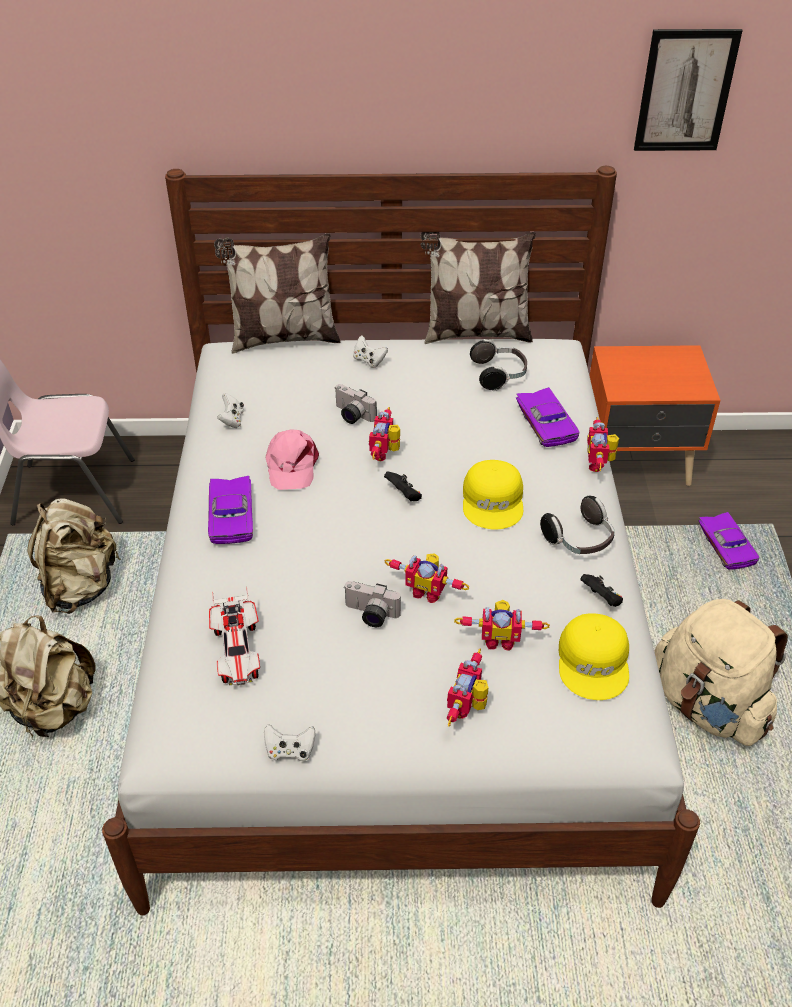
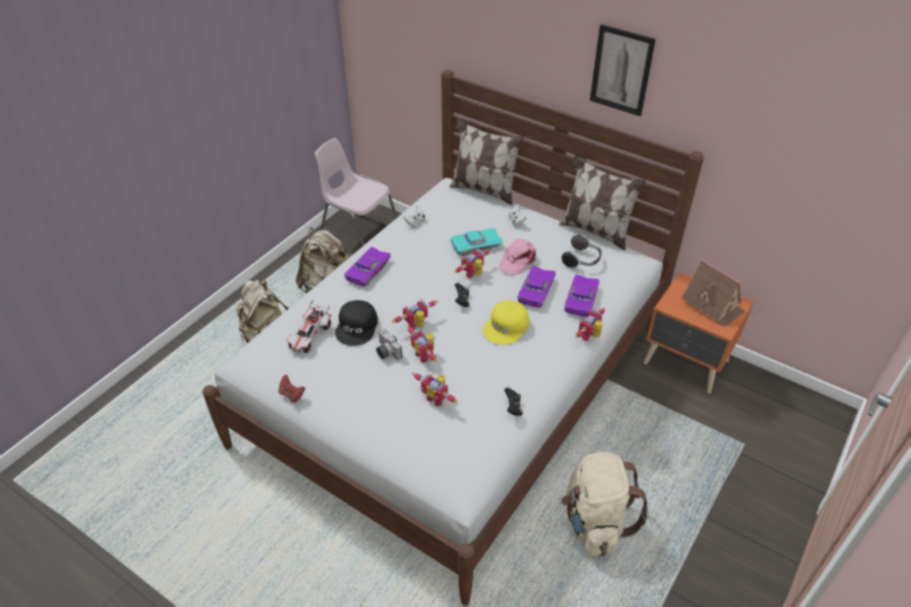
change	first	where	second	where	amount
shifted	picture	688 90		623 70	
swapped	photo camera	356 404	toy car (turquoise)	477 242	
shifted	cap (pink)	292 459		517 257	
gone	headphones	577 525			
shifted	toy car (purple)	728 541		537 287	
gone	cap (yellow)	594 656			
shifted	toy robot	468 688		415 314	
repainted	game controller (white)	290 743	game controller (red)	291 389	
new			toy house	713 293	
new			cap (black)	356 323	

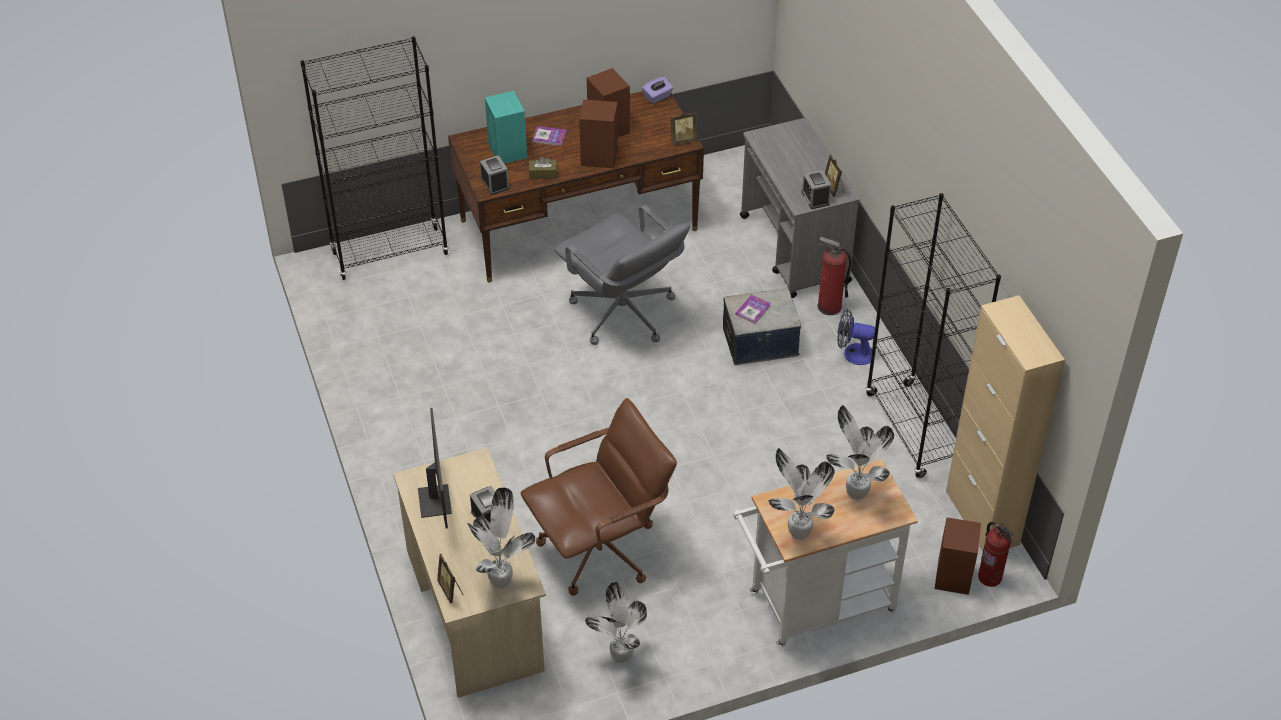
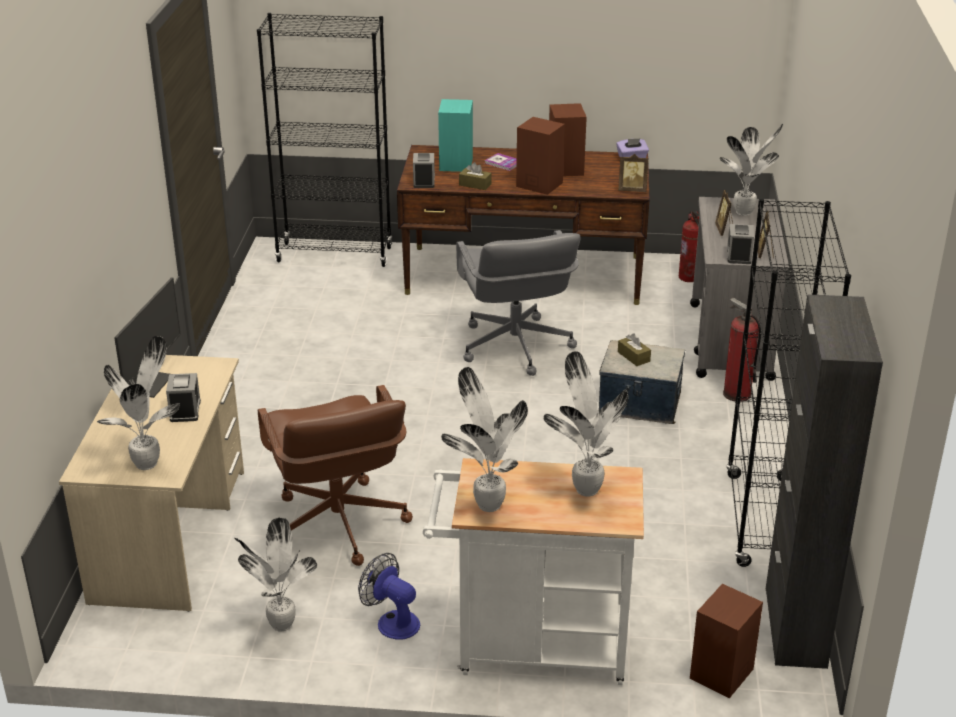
change	first	where	second	where	amount
swapped	book	753 309	tissue box (brown)	634 349	
repainted	cabinet (beige)	1005 423	cabinet (black)	824 481	
shifted	fan	856 337		389 596	
rotated	office chair (brown)	599 497		335 475	75 degrees clockwise
shifted	fire extinguisher	995 554		689 246	
shifted	picture frame	450 579		724 213	
new			potted plant	751 169	

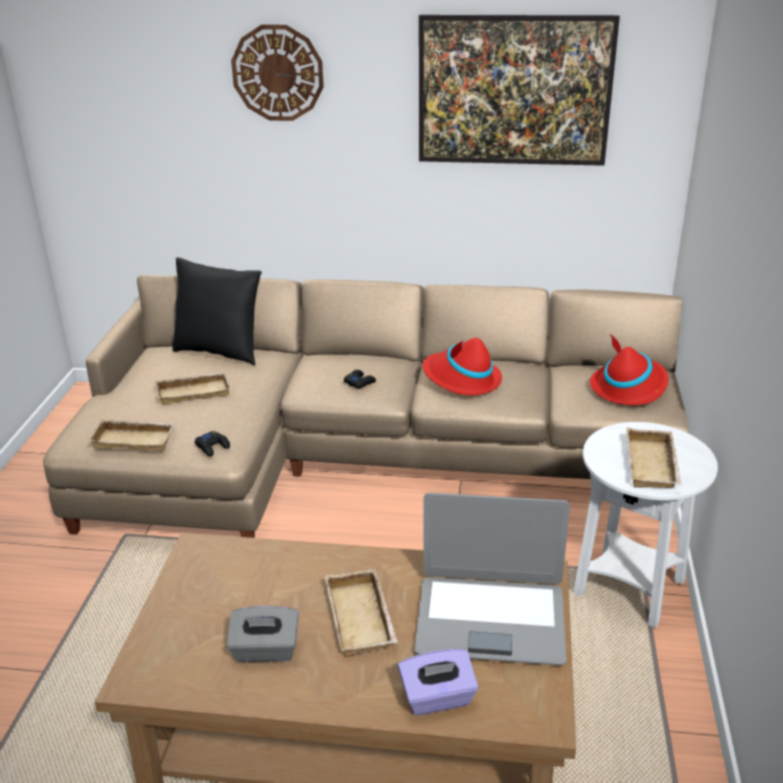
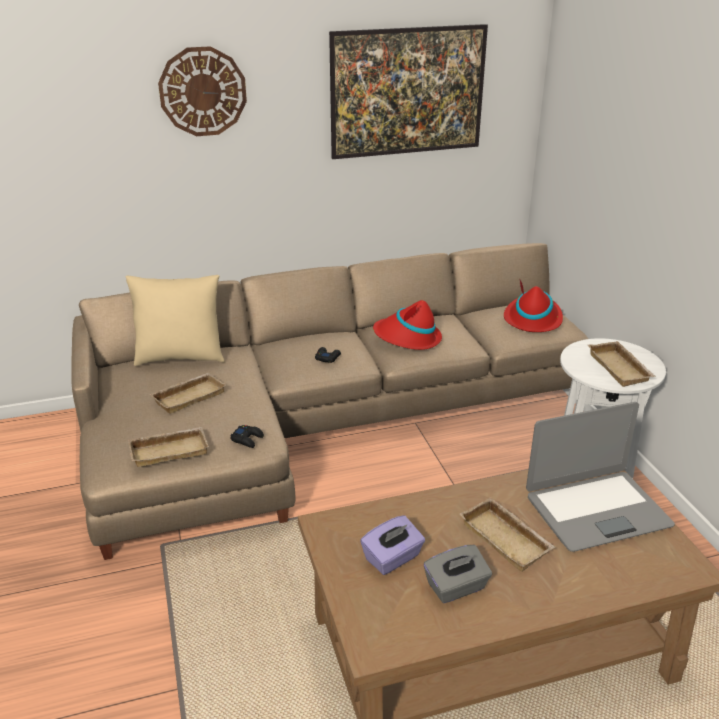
change	first	where	second	where	amount
repainted	pillow (black)	217 311	pillow (beige)	175 320	
shifted	tissue box (purple)	438 682		392 545	

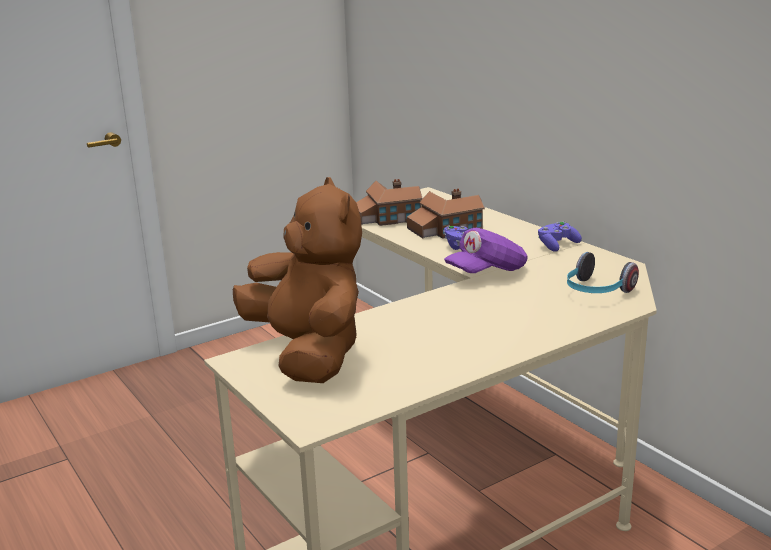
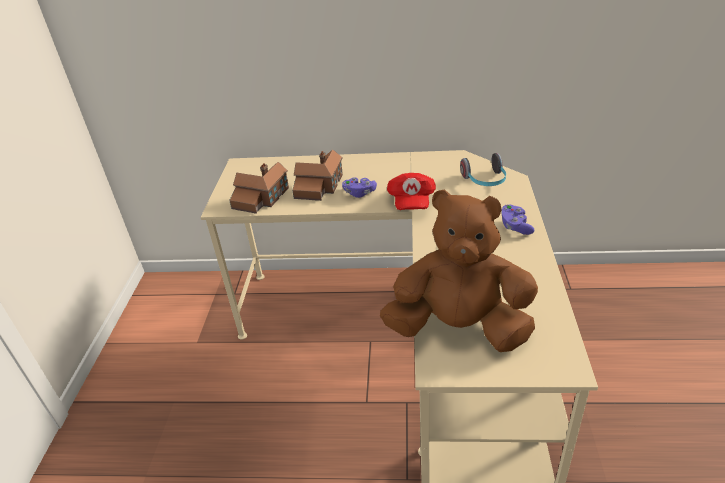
change	first	where	second	where	amount
shifted	game controller (purple)	560 237		518 219	
repainted	cap (purple)	486 250	cap (red)	411 191	

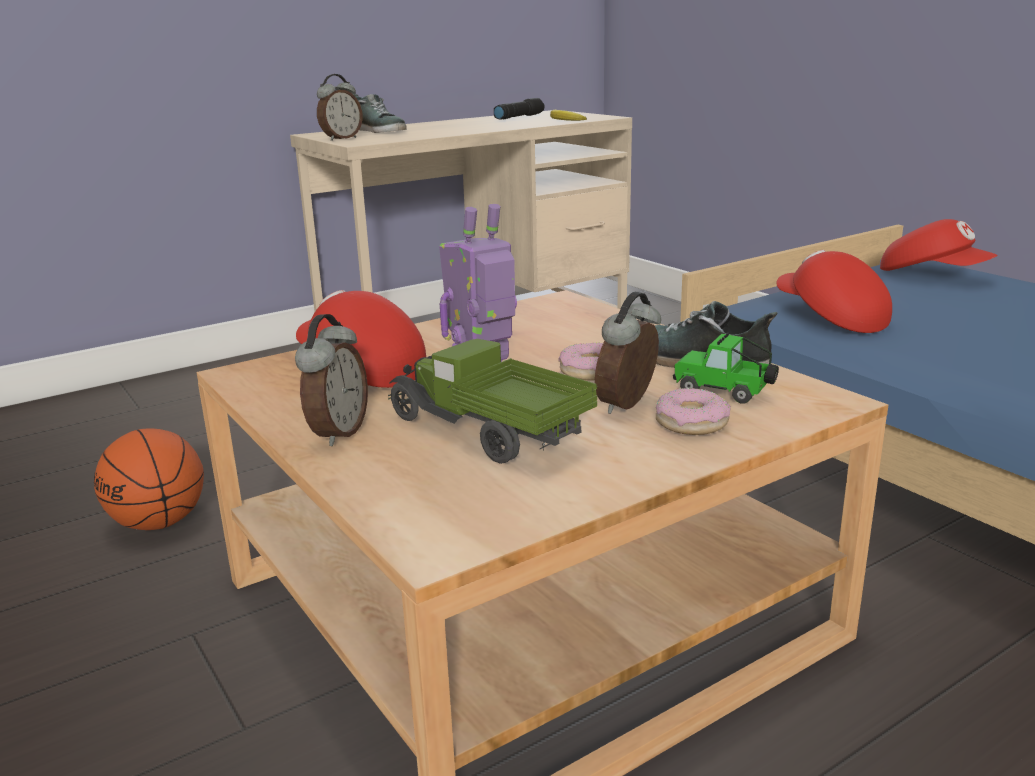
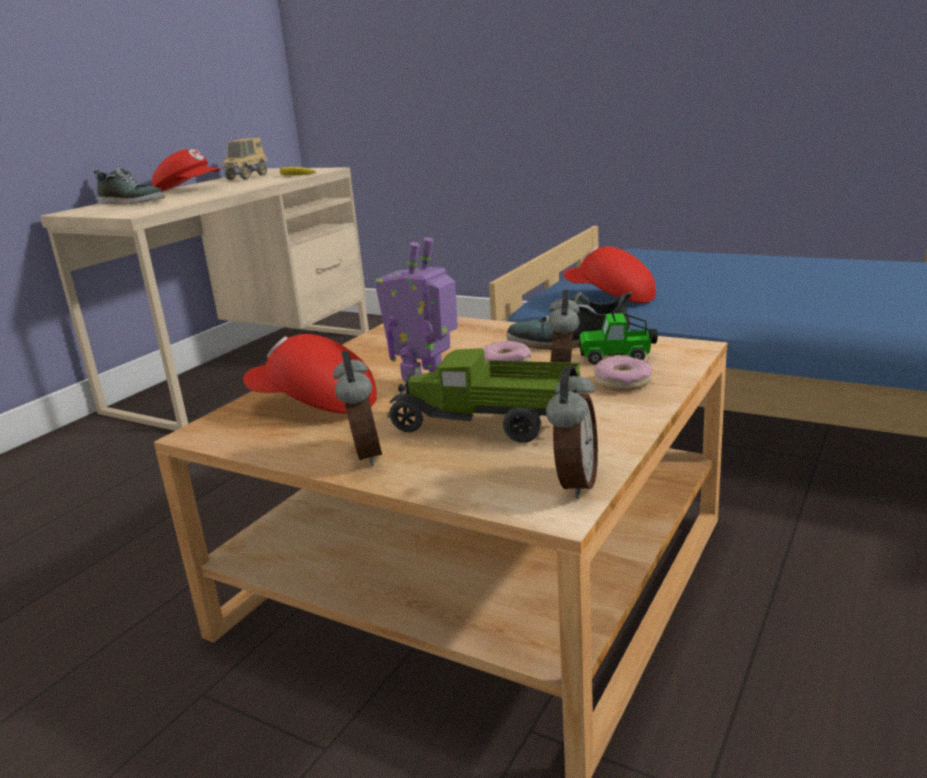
change	first	where	second	where	amount
shifted	alarm clock	340 107		572 432	
swapped	flashlight (black)	519 109	toy truck	244 159	
shifted	cap (red)	939 245		186 170	
gone	basketball	149 479			

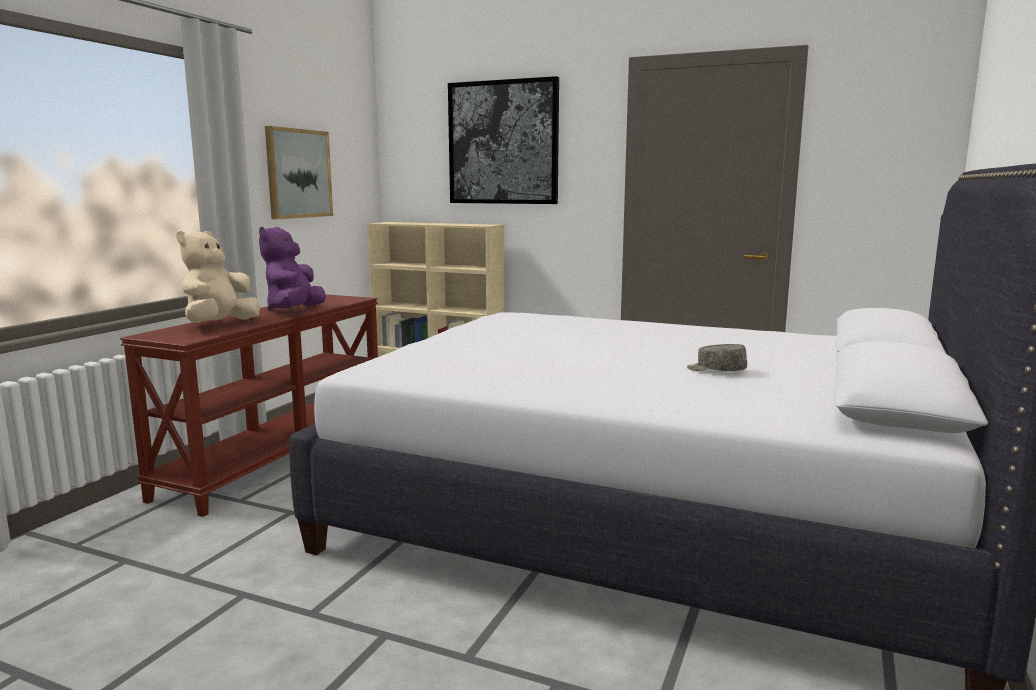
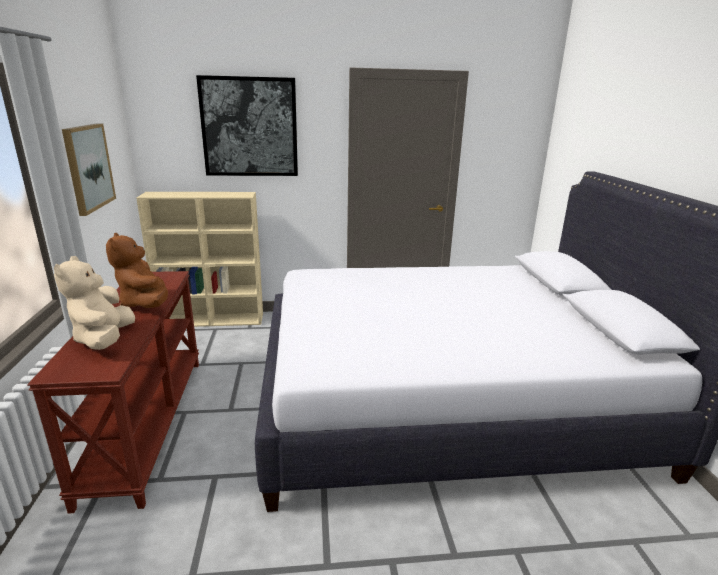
change	first	where	second	where	amount
repainted	plush toy (purple)	292 268	plush toy (brown)	137 270	
gone	cap (grey)	717 357			

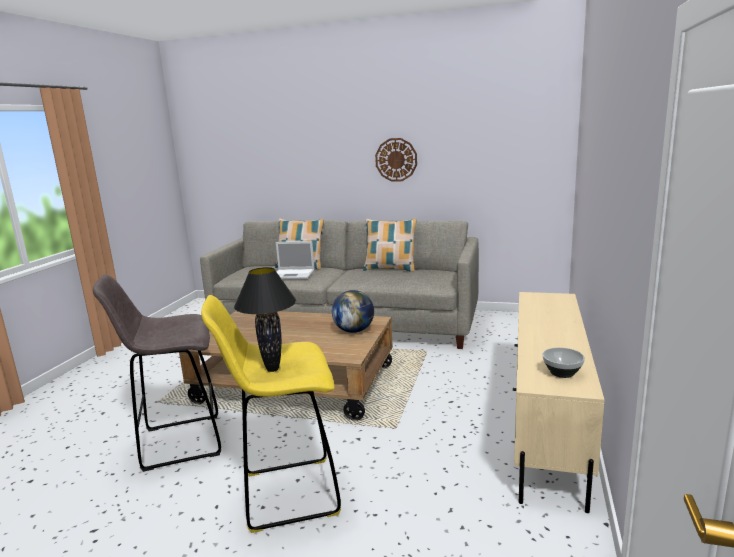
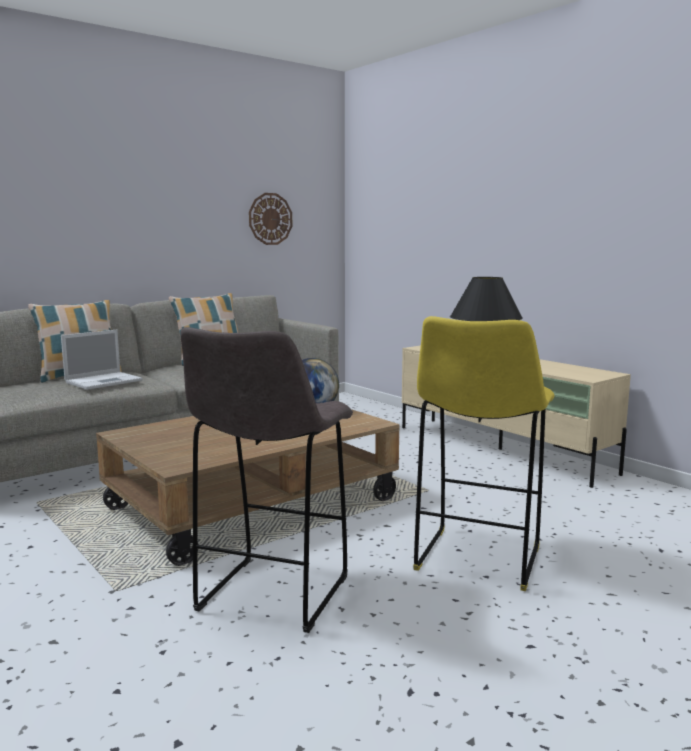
change	first	where	second	where	amount
shifted	wall clock	396 160		270 219	
gone	bowl	564 363			

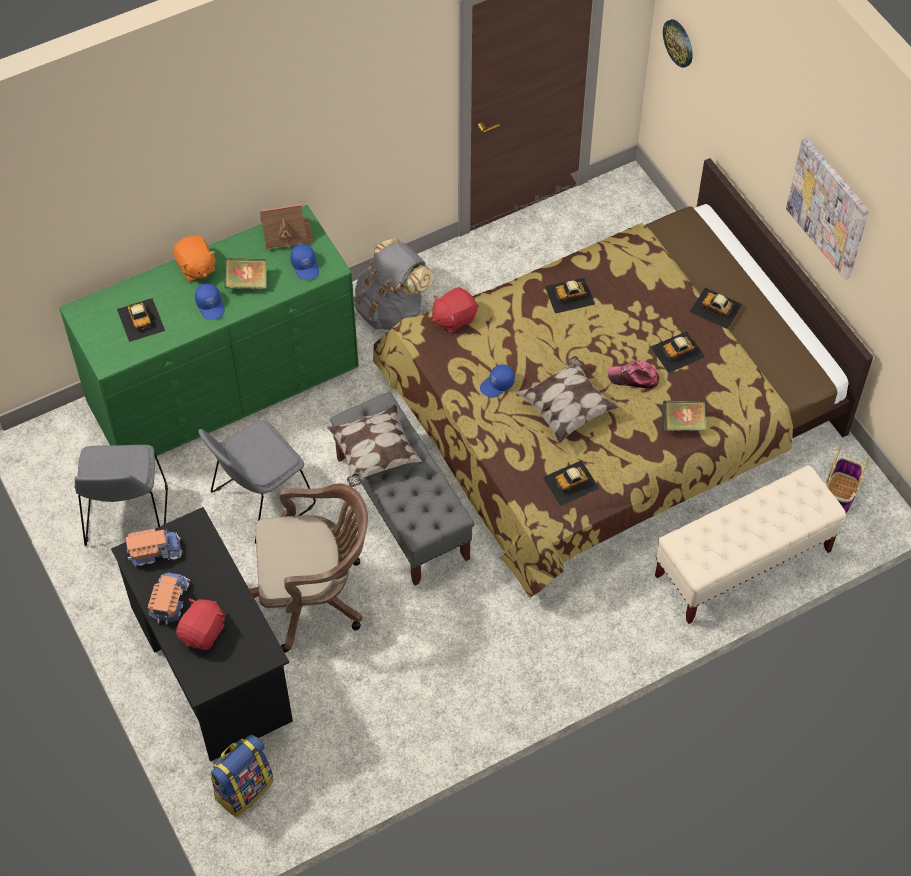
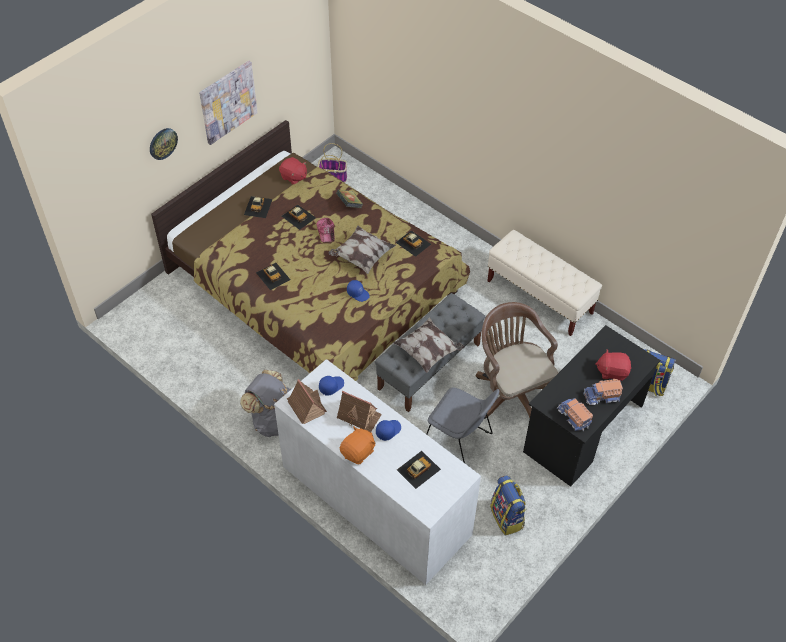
change	first	where	second	where	amount
shifted	wall clock	678 43		164 144	
repainted	dresser (green)	209 330	dresser (white)	377 472	
swapped	book	245 273	toy house	359 411	
shifted	plush toy (red)	455 310		293 170	
swapped	chair (grey)	121 495	backpack	508 505	
shifted	bench (beige)	750 544		544 283	

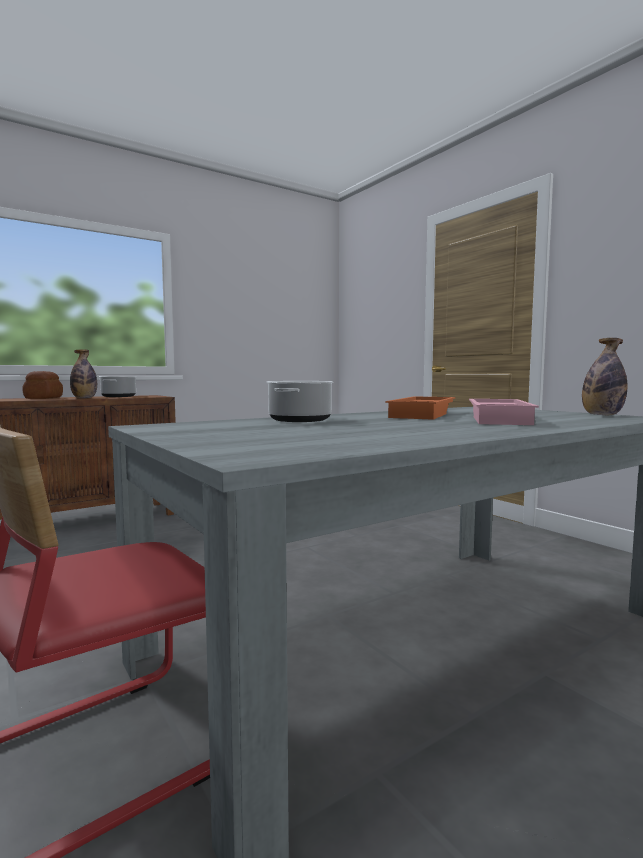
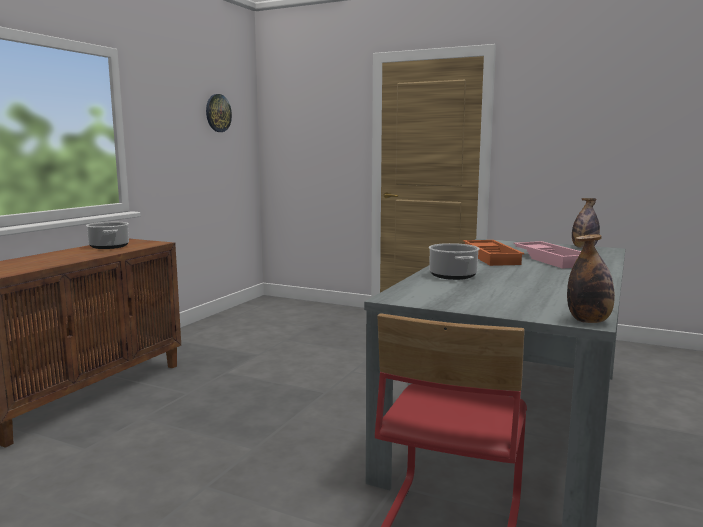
change	first	where	second	where	amount
shifted	bottle	83 373		591 278	
gone	bread	42 385			
new			wall clock	219 113	

